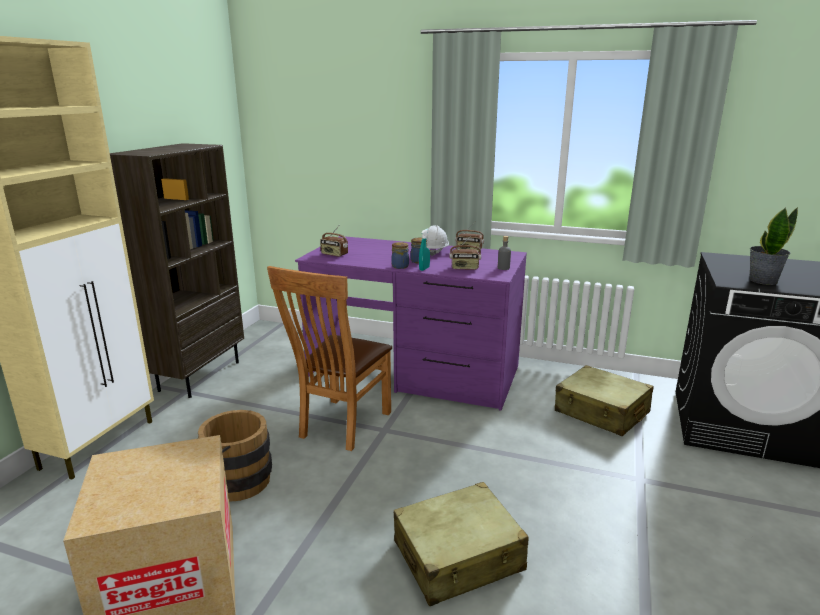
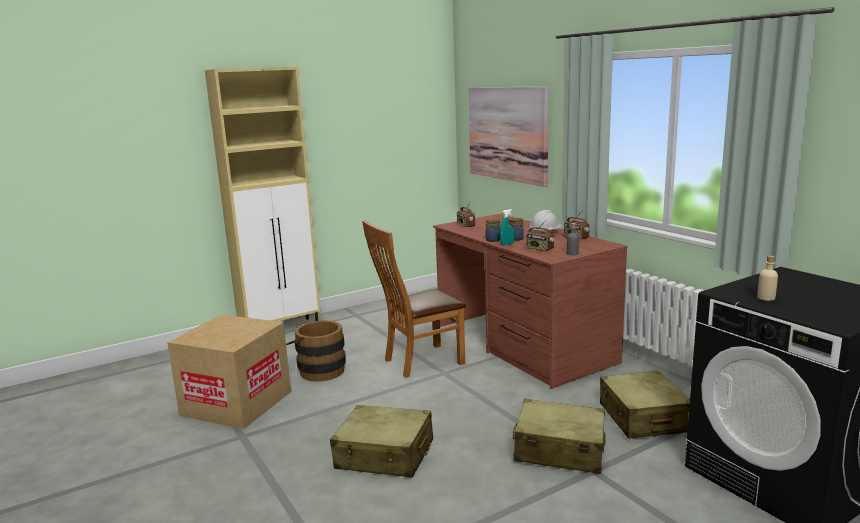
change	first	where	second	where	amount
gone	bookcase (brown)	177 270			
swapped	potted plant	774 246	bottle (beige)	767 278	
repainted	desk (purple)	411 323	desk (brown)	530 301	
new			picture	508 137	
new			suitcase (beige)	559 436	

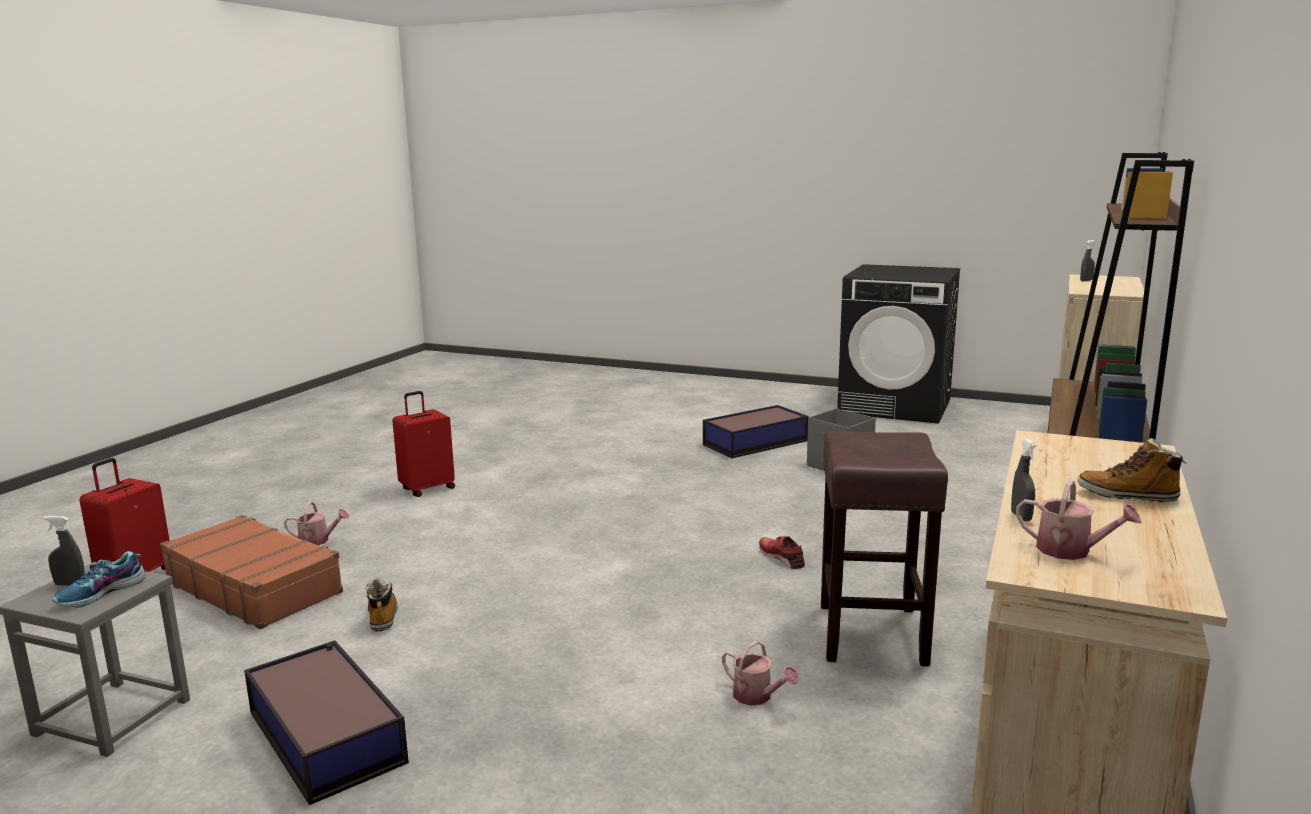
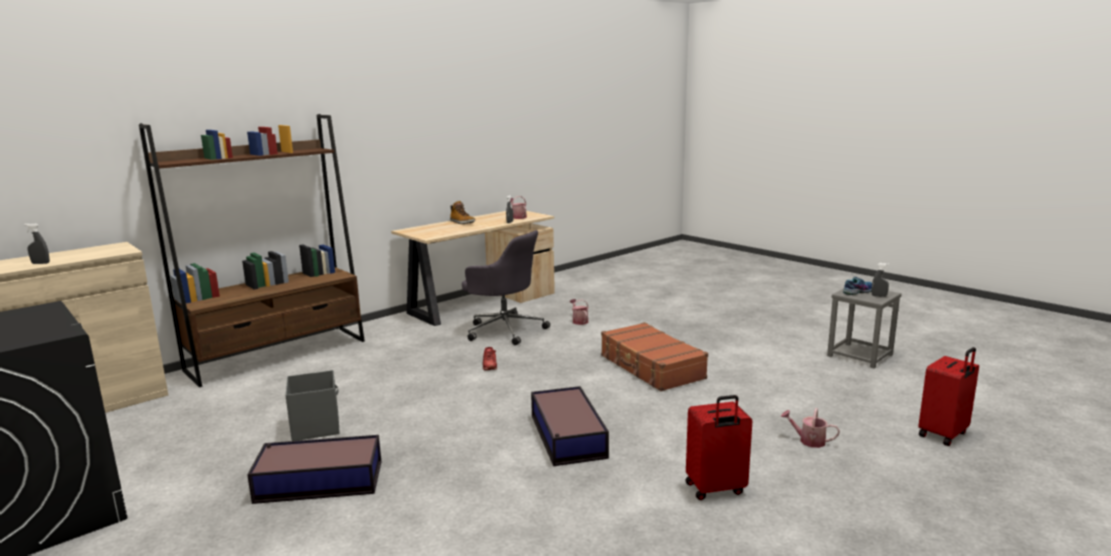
change	first	where	second	where	amount
swapped	stool (brown)	884 548	office chair (grey)	506 287	
shifted	suitcase (brown)	251 572		654 356	
gone	boot	381 605			
shifted	storage box	326 722		570 426	

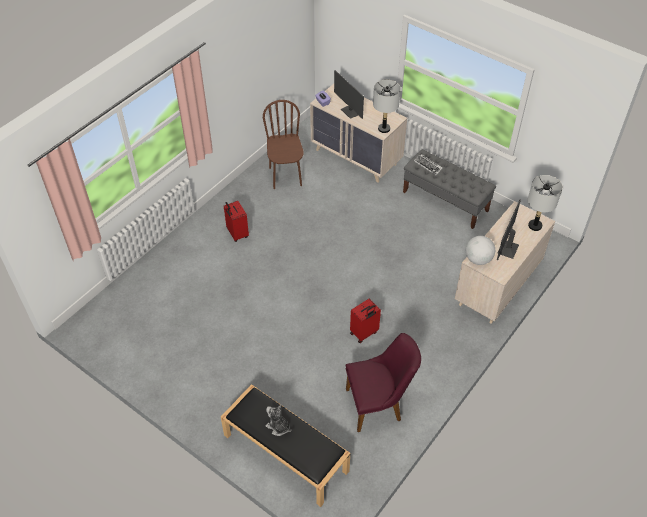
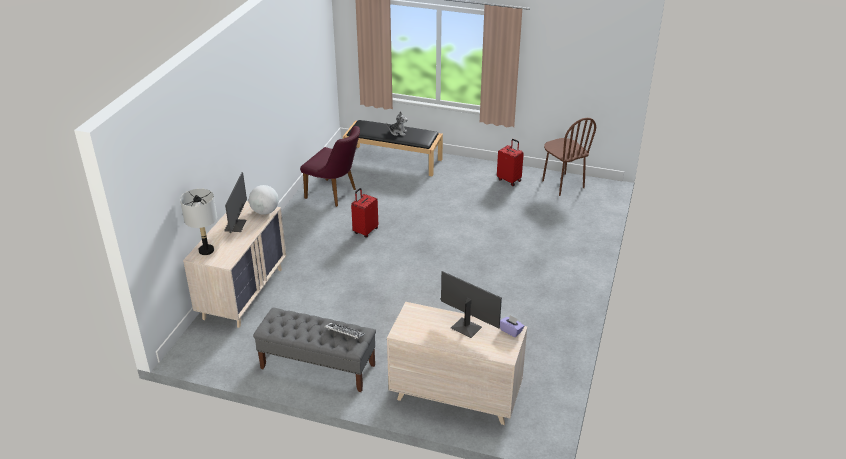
change	first	where	second	where	amount
gone	table lamp (grey)	387 106			
shifted	chair (brown)	283 144		569 157	
shifted	suitcase (red)	236 221		510 162	
rotated	chair (purple)	383 382		330 166	120 degrees counterclockwise

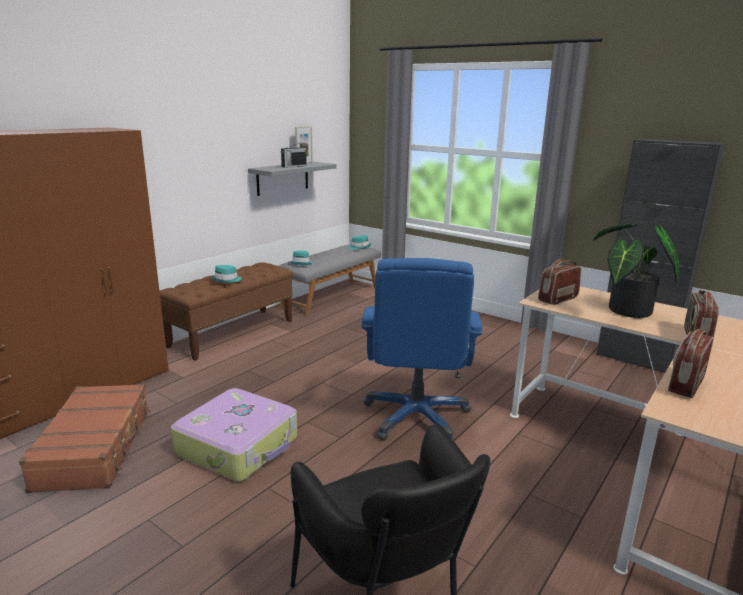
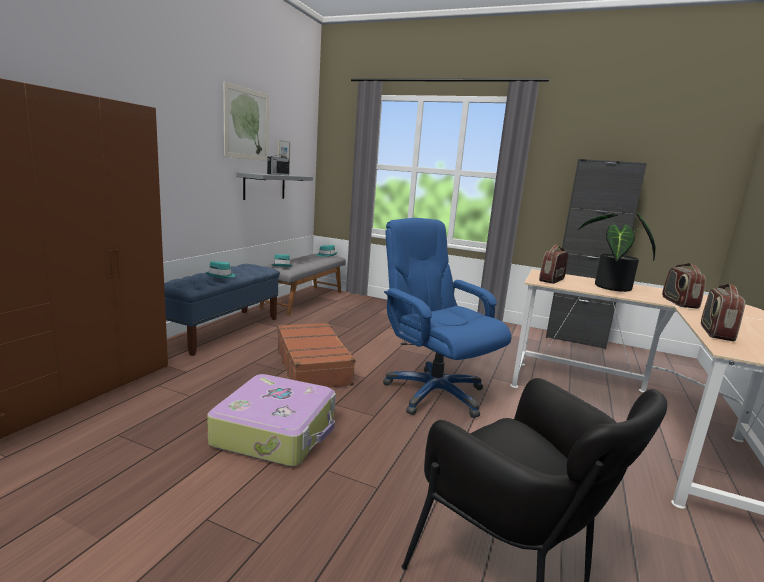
change	first	where	second	where	amount
rotated	office chair (blue)	421 350		447 318	150 degrees clockwise
repainted	bench (brown)	226 311	bench (blue)	222 310	
shifted	suitcase (brown)	85 438		316 355	
new			picture	246 121	

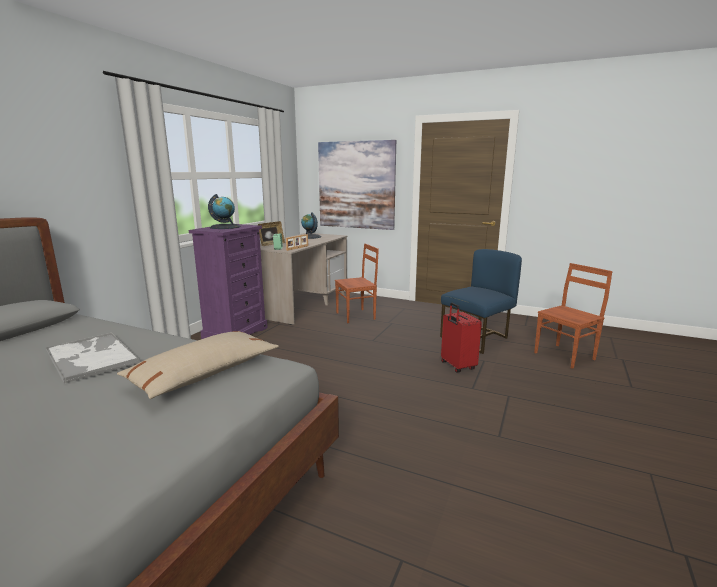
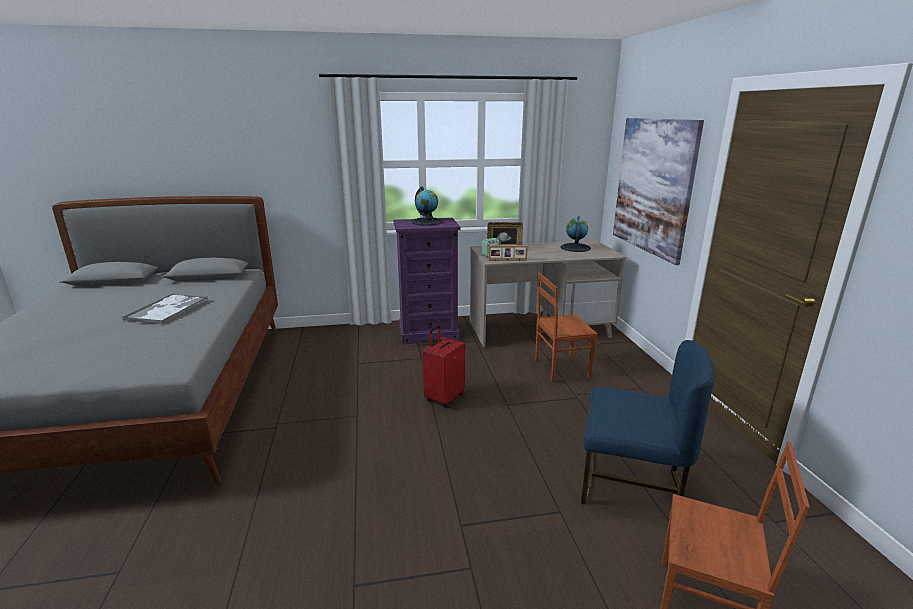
change	first	where	second	where	amount
rotated	chair (brown)	357 283		566 327	135 degrees clockwise
shifted	suitcase (red)	461 338		444 366	
gone	pillow (beige)	198 365			

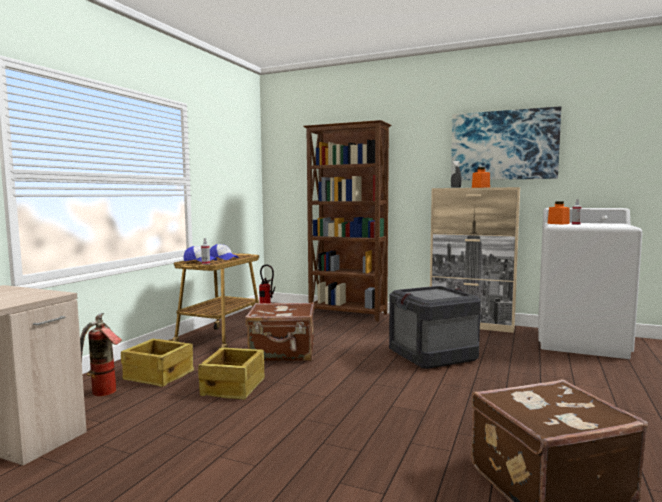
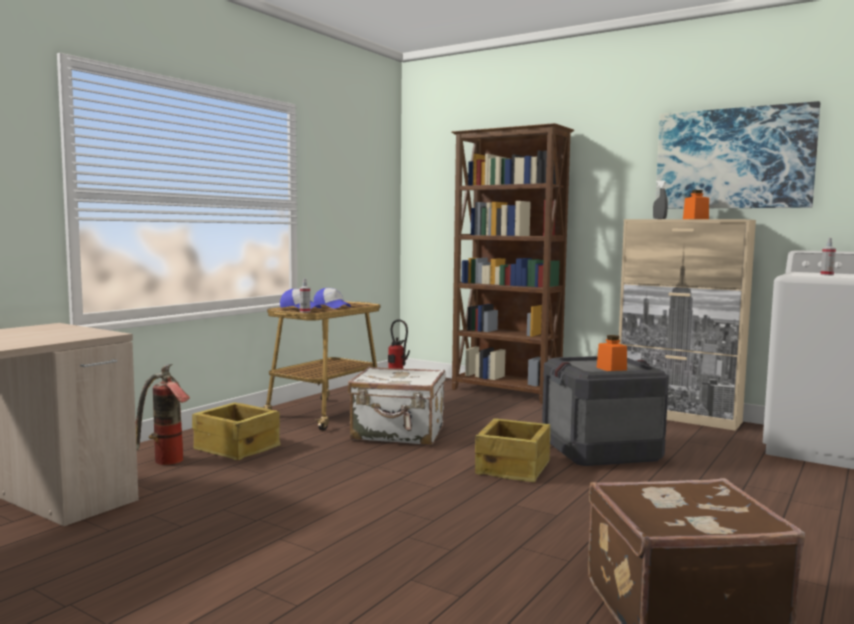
change	first	where	second	where	amount
shifted	jar (orange)	558 213		612 353	
repainted	suitcase (brown)	279 331	suitcase (white)	397 405	
shifted	crate	231 373		512 450	

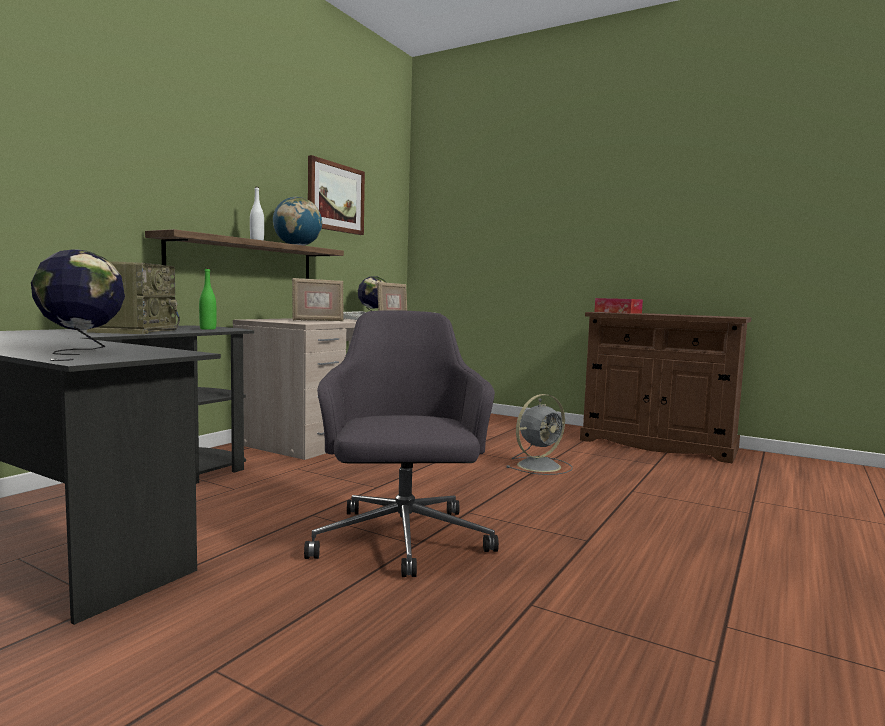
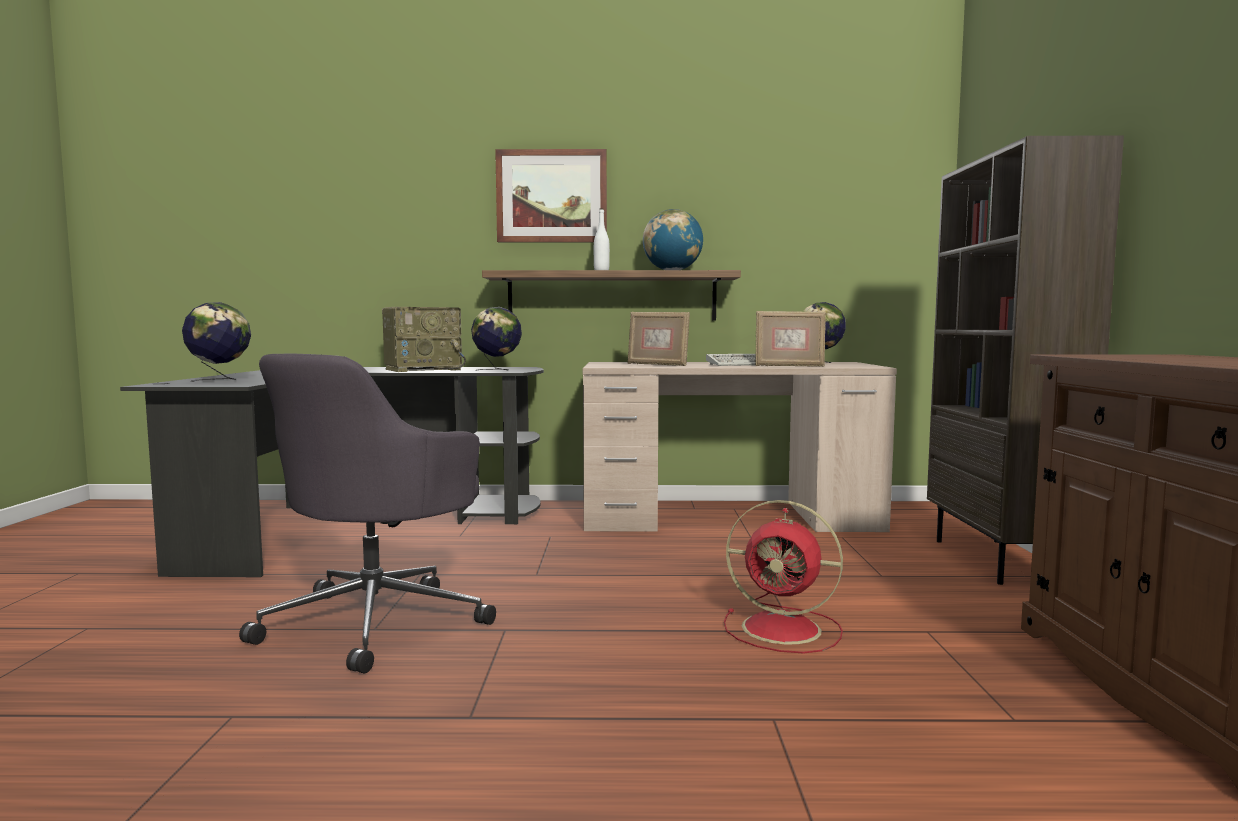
change	first	where	second	where	amount
shifted	picture	336 195		551 196	
swapped	bottle (green)	207 299	globe	496 338	
gone	tissue box	618 306			
rotated	office chair (grey)	401 443		367 514	150 degrees clockwise
repainted	fan (grey)	539 434	fan (red)	783 577	
new			bookcase (brown)	1025 360	

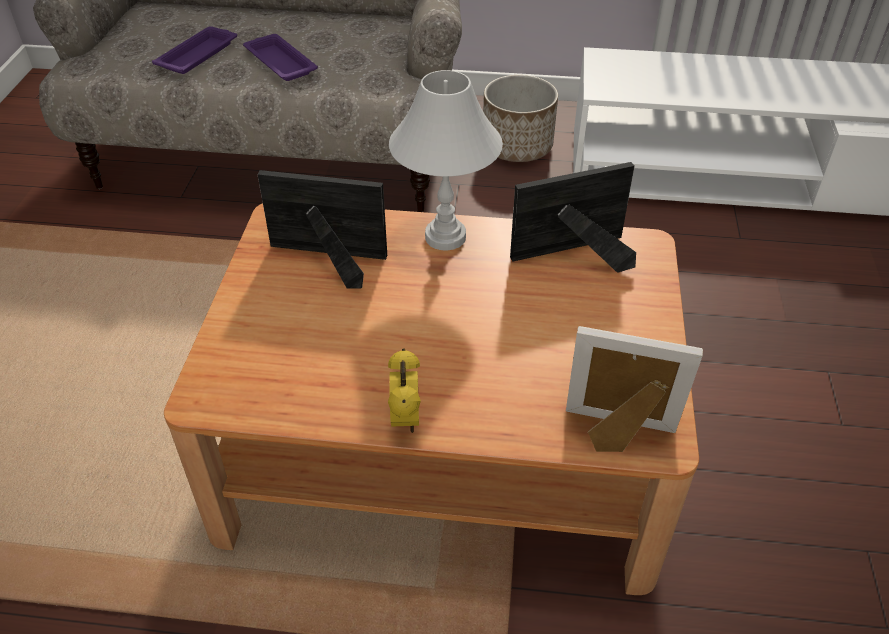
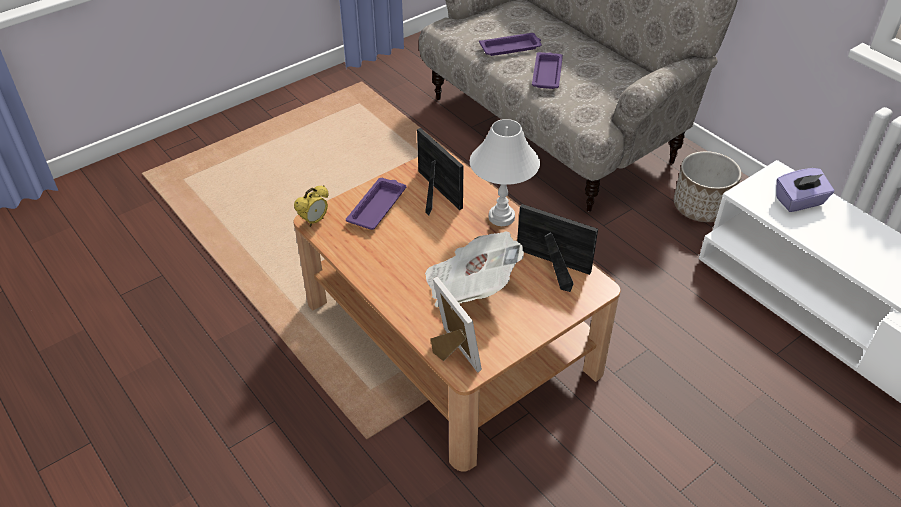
change	first	where	second	where	amount
shifted	alarm clock	404 391		311 206	
new			tissue box (purple)	805 190	
new			tray (purple)	376 204	
new			newspaper	474 269	

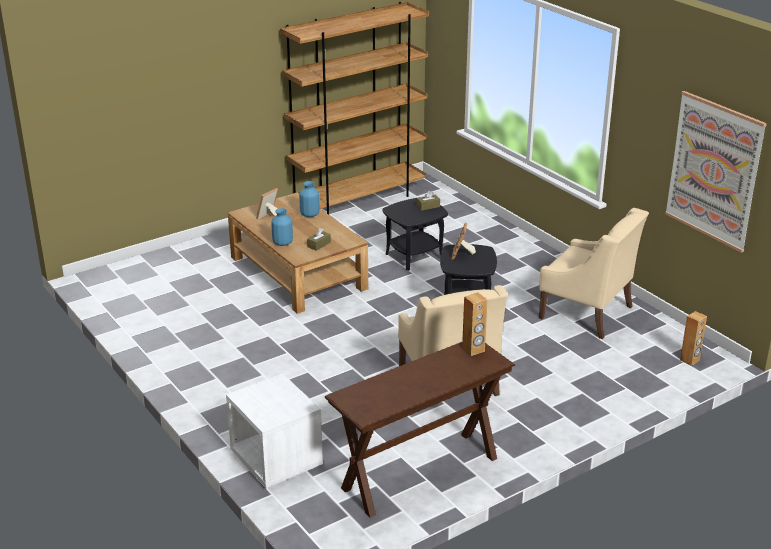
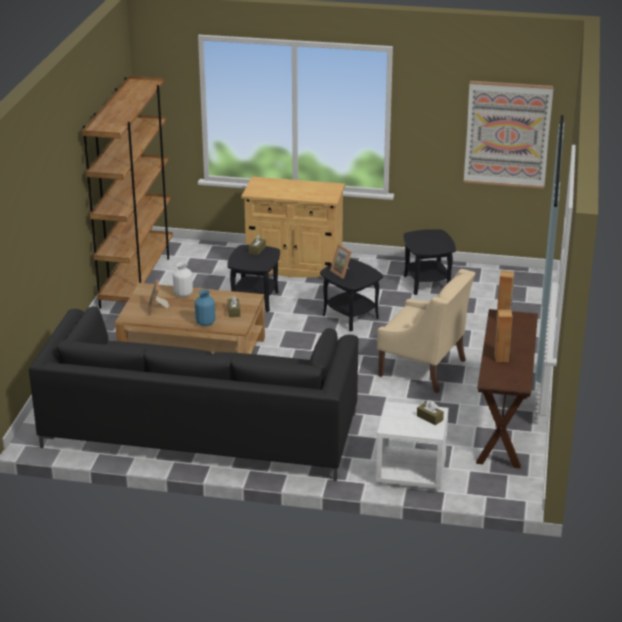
change	first	where	second	where	amount
repainted	vase (blue)	309 199	vase (white)	183 279	
swapped	armchair (beige)	594 273	side table (black)	429 262	
shifted	speaker (brown)	693 338		503 336	
new			cabinet (beige)	293 227	
new			sofa (black)	193 393	
new			tissue box (brown)	430 412	

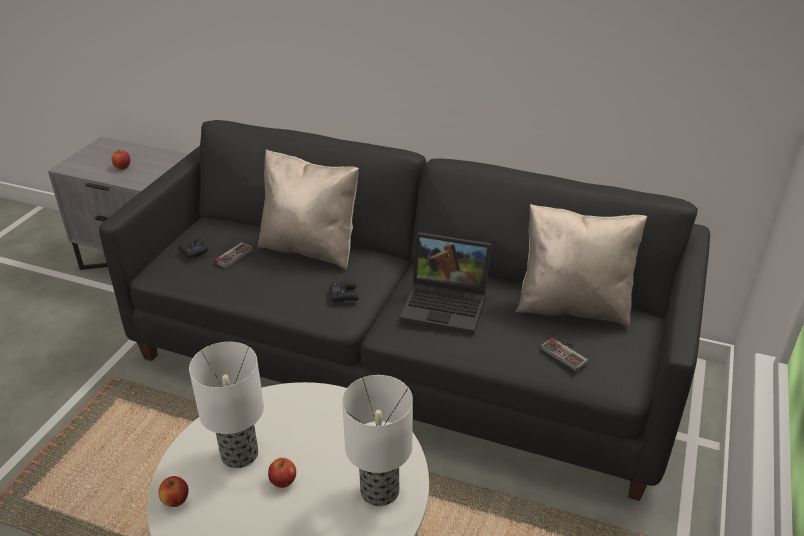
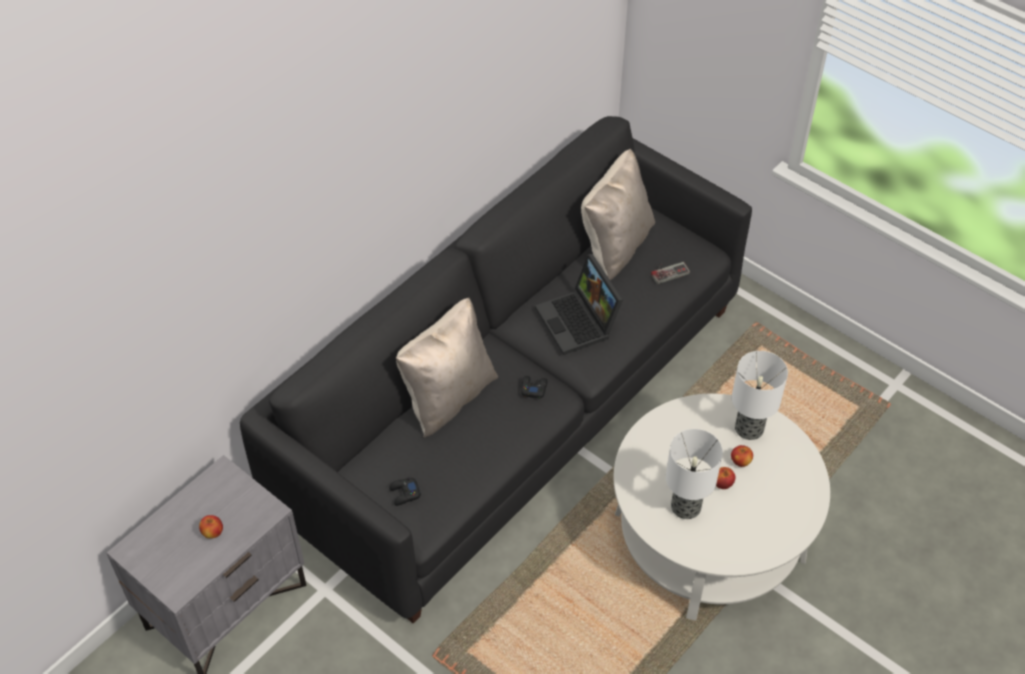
change	first	where	second	where	amount
rotated	laptop	445 283		579 304	120 degrees clockwise
gone	game controller	233 255			
shifted	apple	174 491		742 456	

